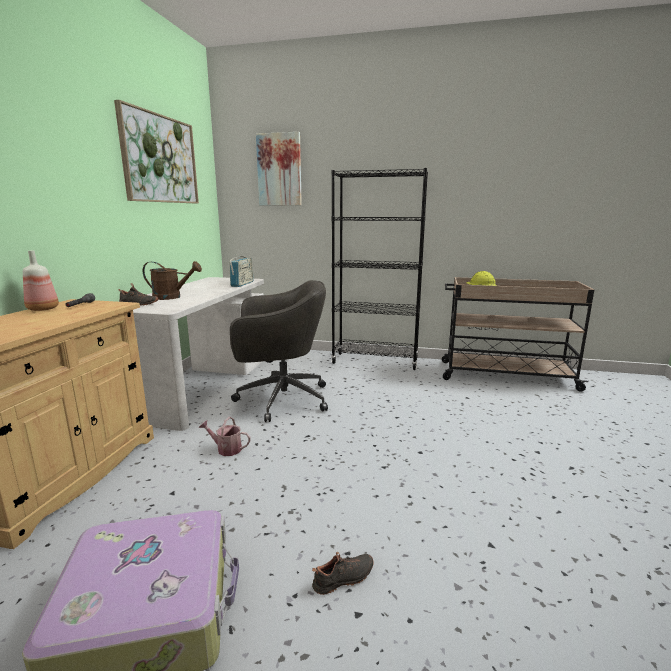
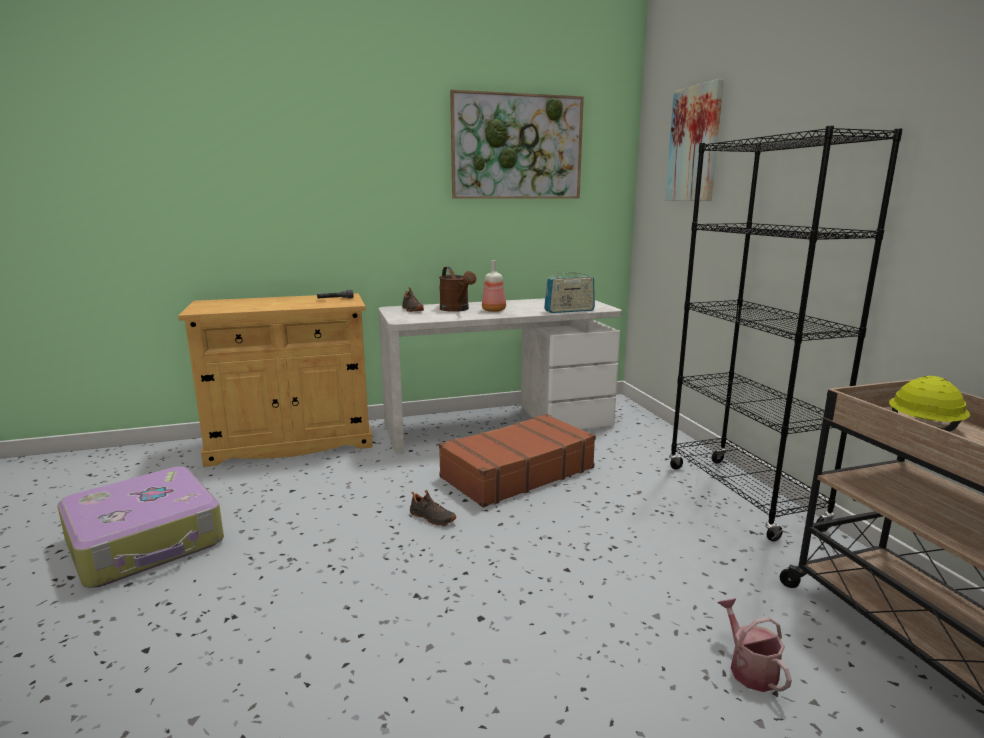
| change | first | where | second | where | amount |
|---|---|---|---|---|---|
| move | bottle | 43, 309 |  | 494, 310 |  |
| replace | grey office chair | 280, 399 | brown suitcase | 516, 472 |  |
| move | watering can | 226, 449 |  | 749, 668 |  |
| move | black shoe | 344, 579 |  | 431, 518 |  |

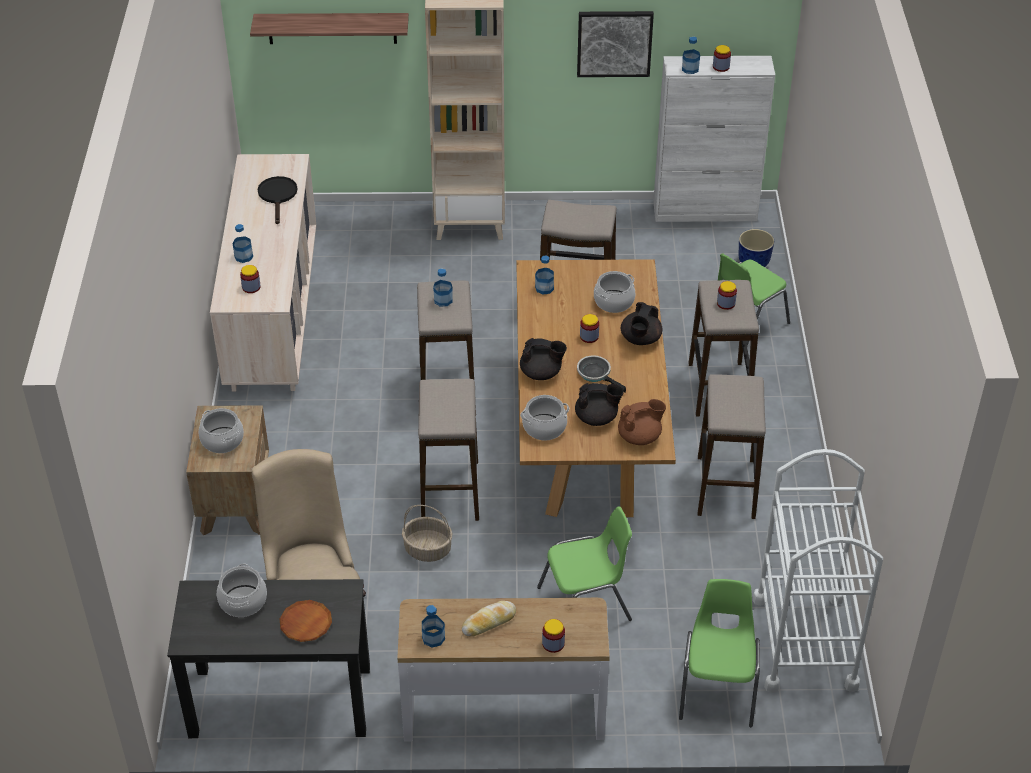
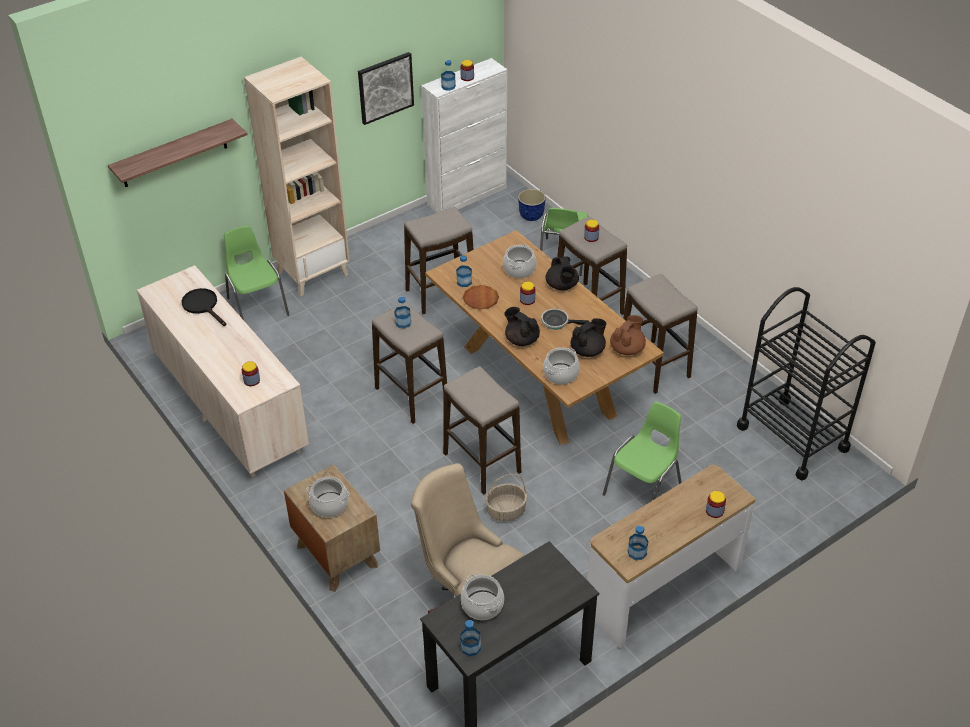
| change | first | where | second | where | amount |
|---|---|---|---|---|---|
| move | bottle | 243, 256 |  | 470, 647 |  |
| rotate | black teapot | 541, 373 |  | 521, 339 | 105 degrees counterclockwise |
| recolor | white cart | 804, 642 | black cart | 792, 437 |  |
| move | green chair | 718, 688 |  | 257, 306 |  |
| move | brown plate | 306, 623 |  | 480, 299 |  |
| delete | bread | 489, 622 |  |  |  |

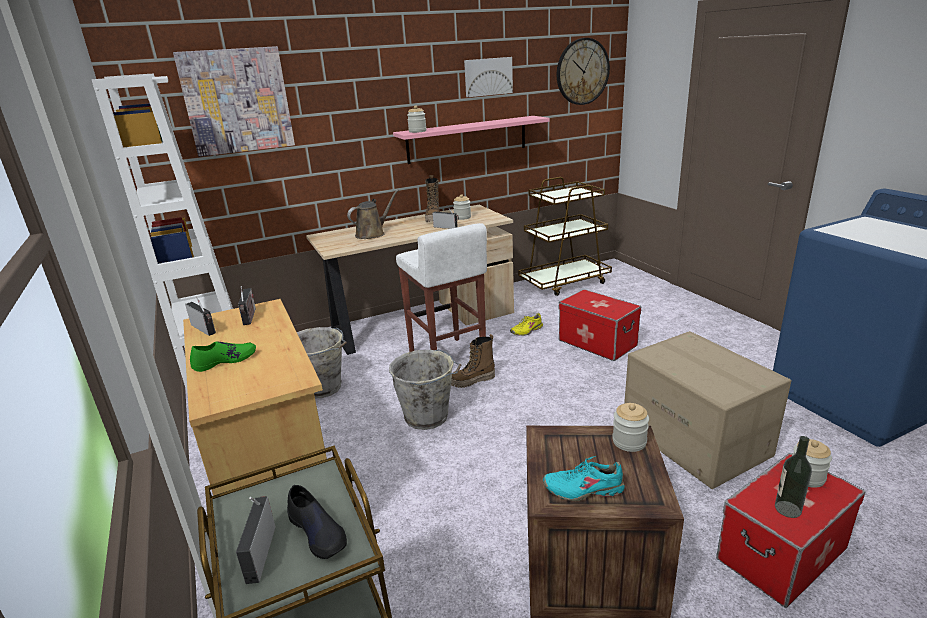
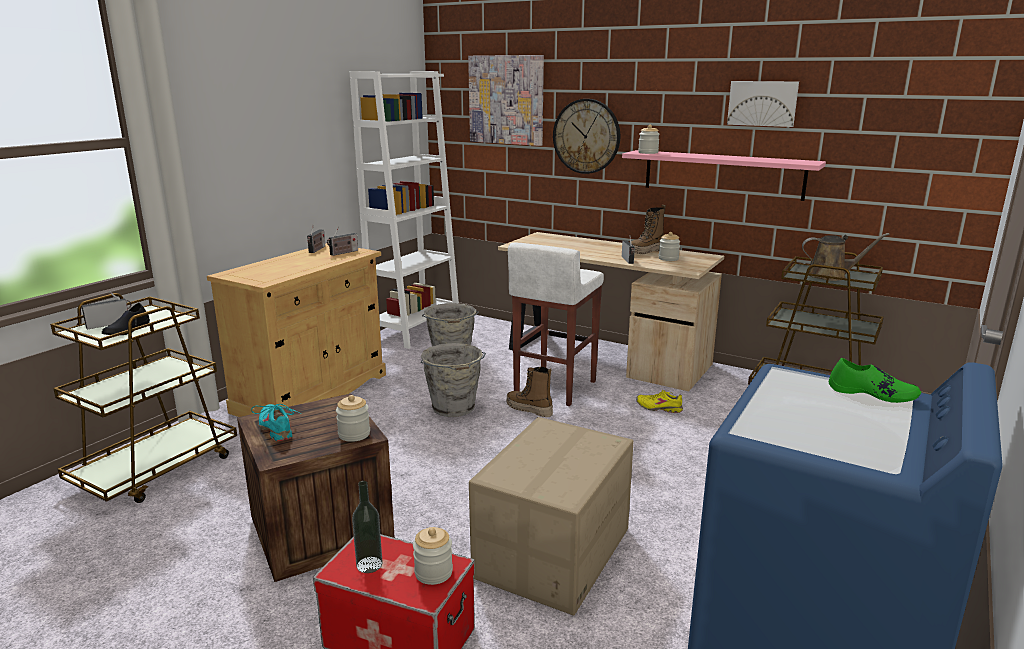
| change | first | where | second | where | amount |
|---|---|---|---|---|---|
| move | wall clock | 582, 71 |  | 586, 136 |  |
| move | brown watering can | 372, 234 |  | 831, 276 |  |
| delete | storage box | 597, 343 |  |  |  |
| move | green shoe | 225, 361 |  | 872, 393 |  |

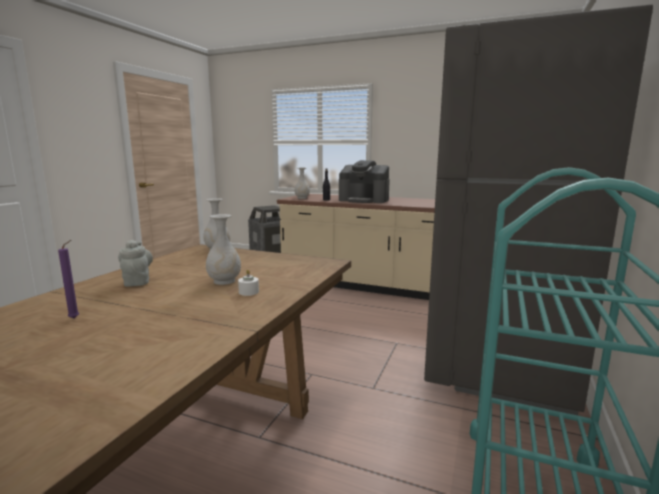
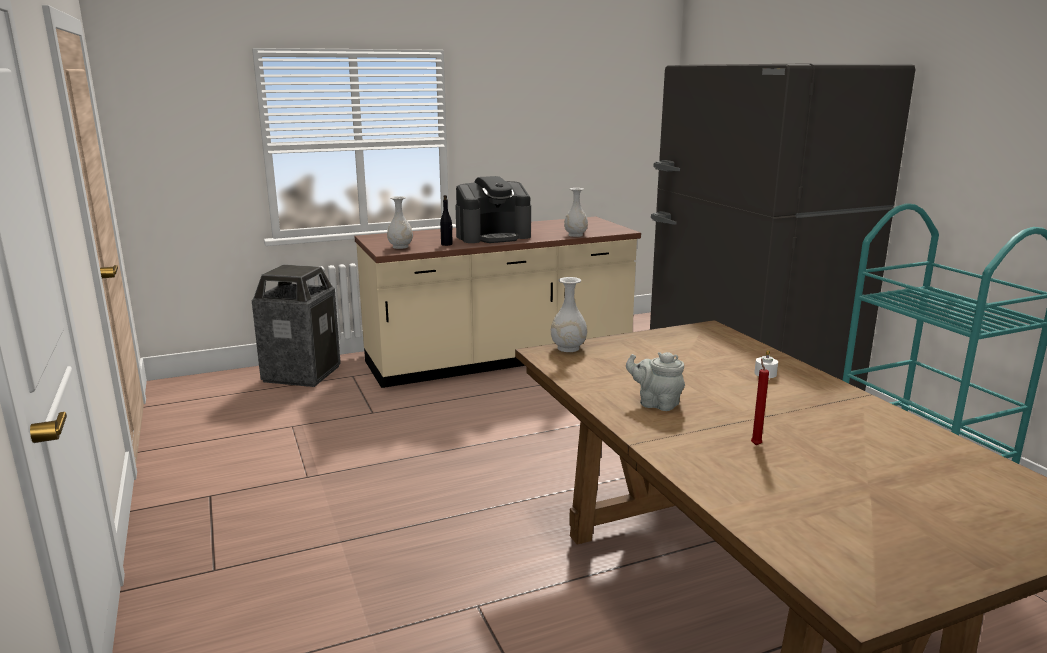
| change | first | where | second | where | amount |
|---|---|---|---|---|---|
| move | white vase | 225, 281 |  | 575, 235 |  |
| recolor | purple candle | 76, 318 | red candle | 755, 444 |  |

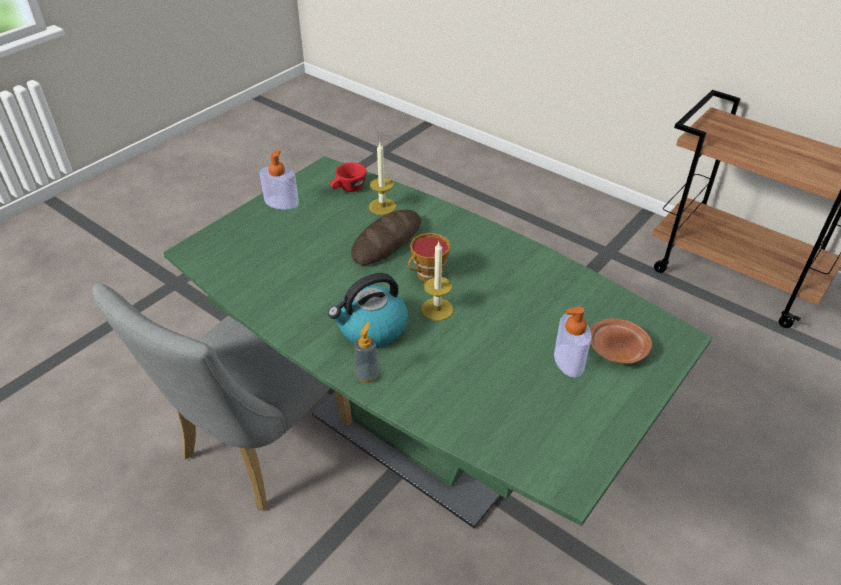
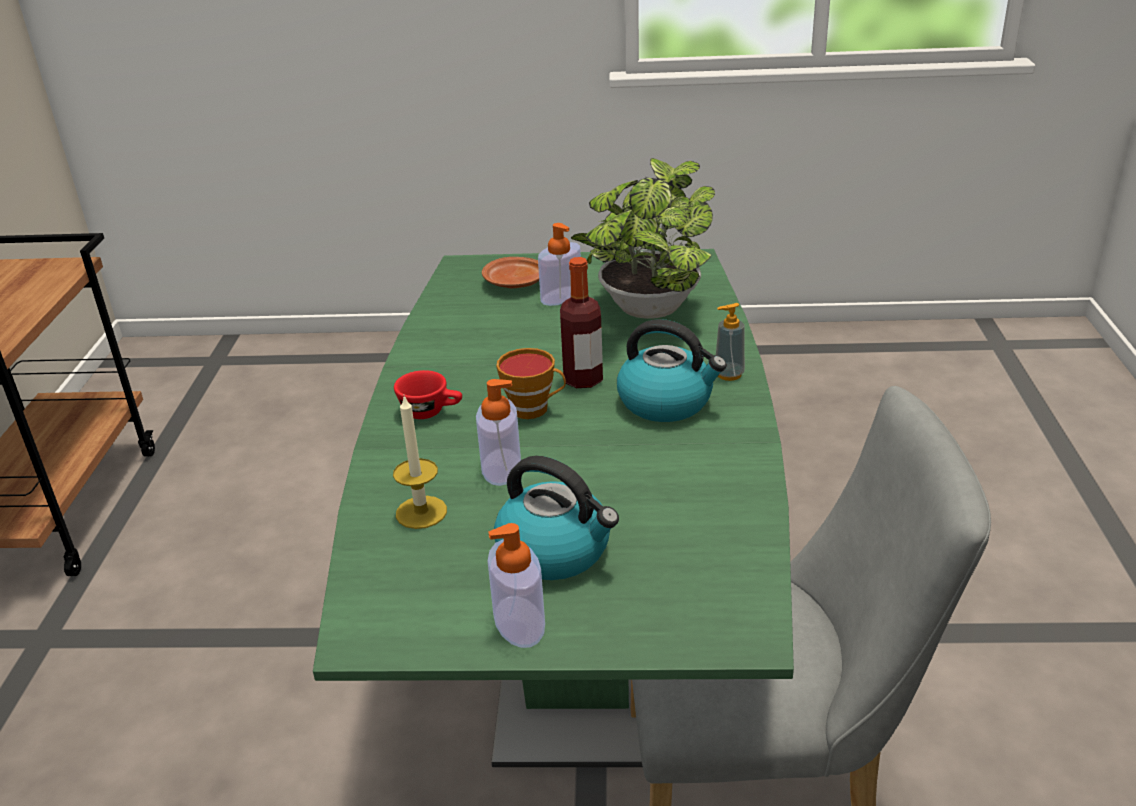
| change | first | where | second | where | amount |
|---|---|---|---|---|---|
| move | red cup | 348, 189 |  | 431, 411 |  |
| replace | bread | 387, 241 | soap dispenser | 501, 467 |  |
| replace | candle | 437, 309 | bottle | 583, 379 |  |
| insert |  |  | potted plant | 646, 312 |  |
| insert |  |  | kettle | 556, 550 |  |

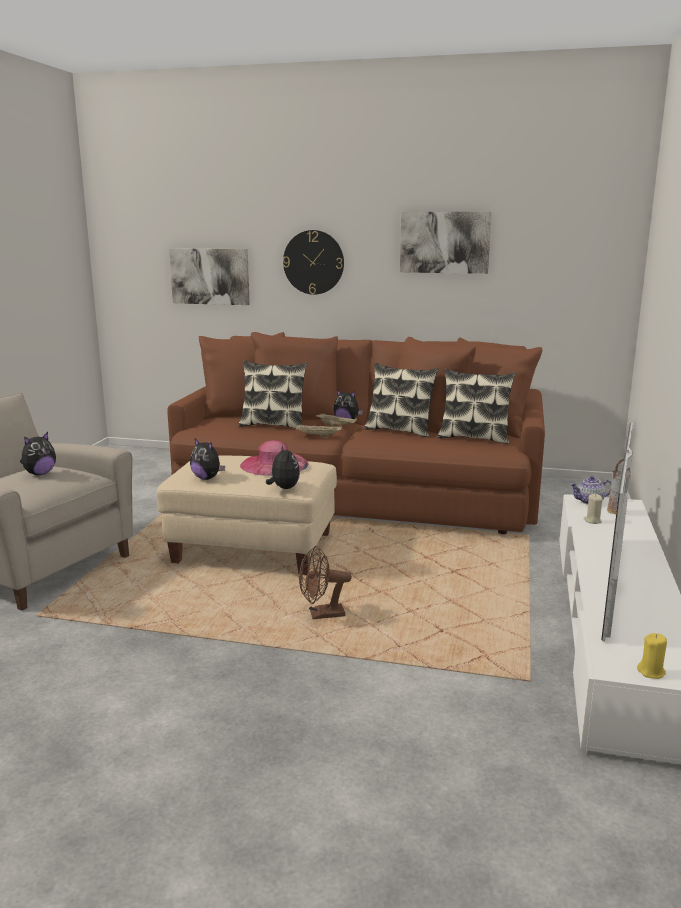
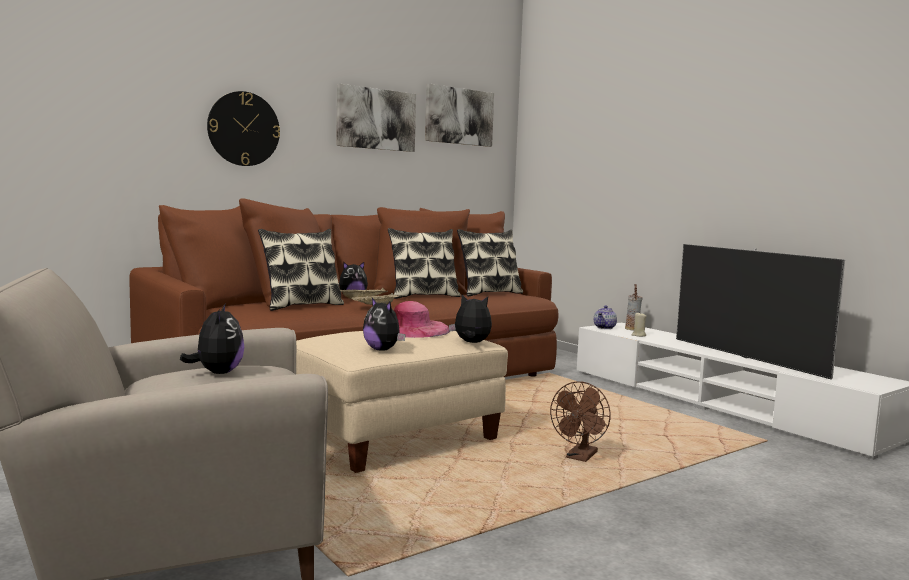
| change | first | where | second | where | amount |
|---|---|---|---|---|---|
| move | picture | 210, 276 |  | 459, 116 |  |
| rotate | plush toy | 207, 478 |  | 383, 350 | 60 degrees clockwise |
| delete | yellow candle | 651, 672 |  |  |  |

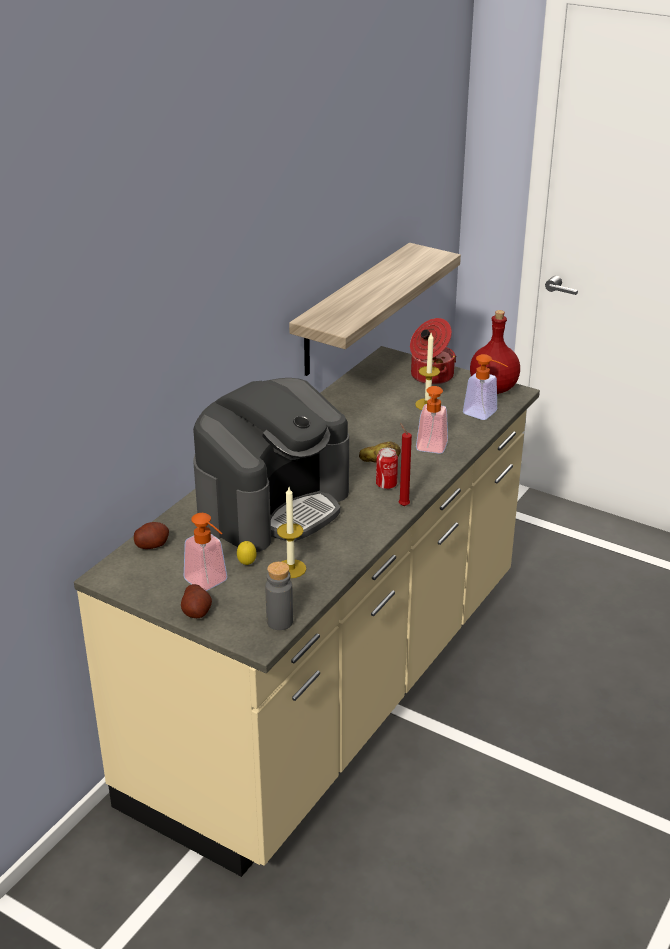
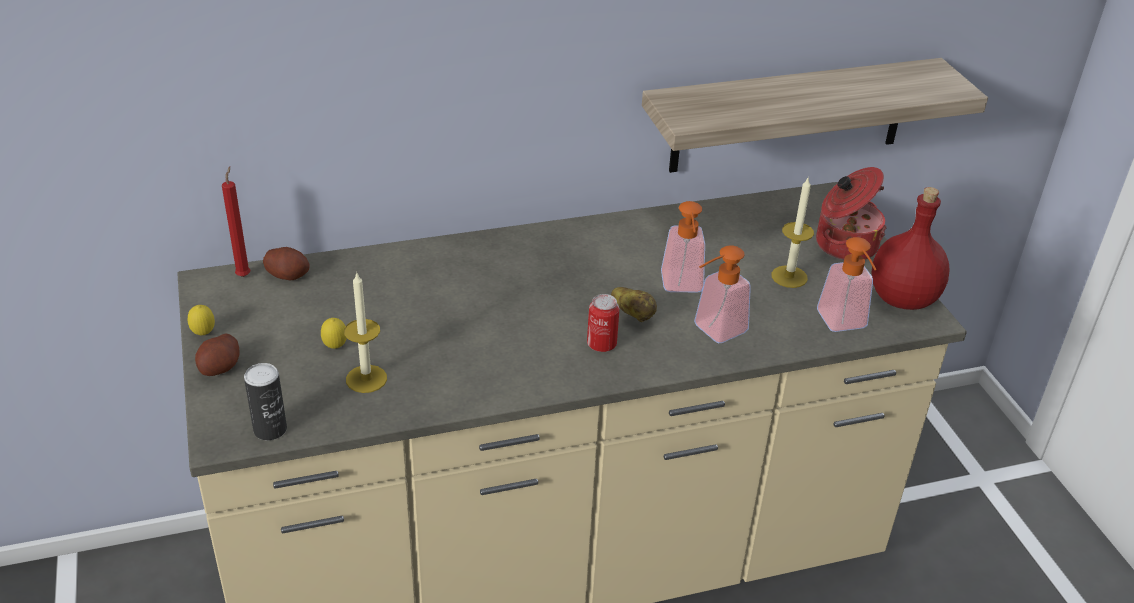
| change | first | where | second | where | amount |
|---|---|---|---|---|---|
| delete | coffee machine | 273, 505 |  |  |  |
| move | red candle | 402, 505 |  | 244, 275 |  |
| move | soap dispenser | 210, 583 |  | 682, 287 |  |
| replace | grey bottle | 280, 622 | can | 270, 429 |  |
| insert |  |  | lemon | 203, 334 |  |

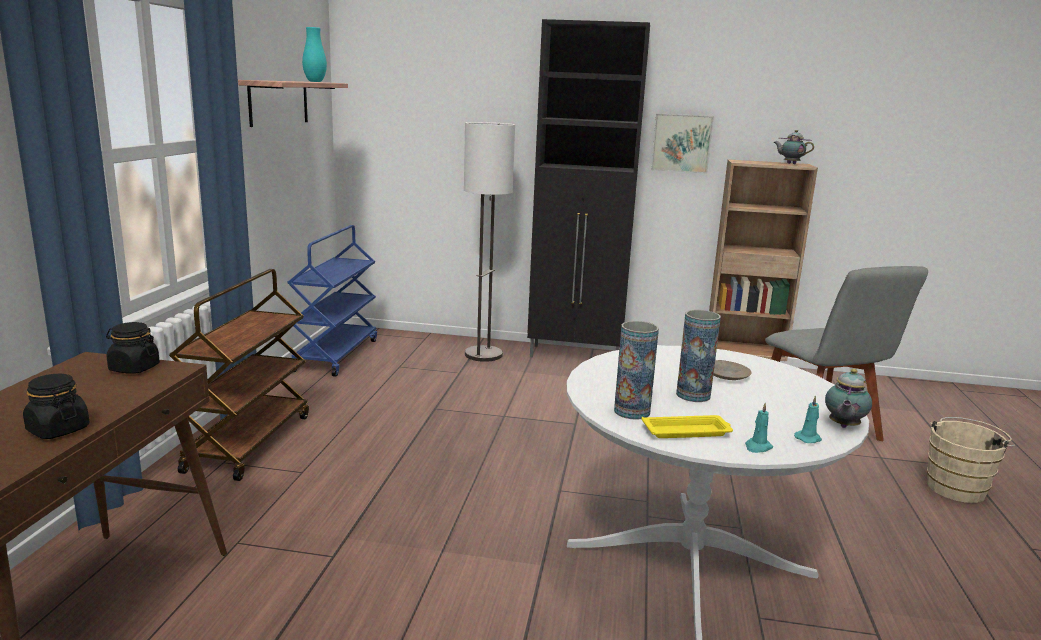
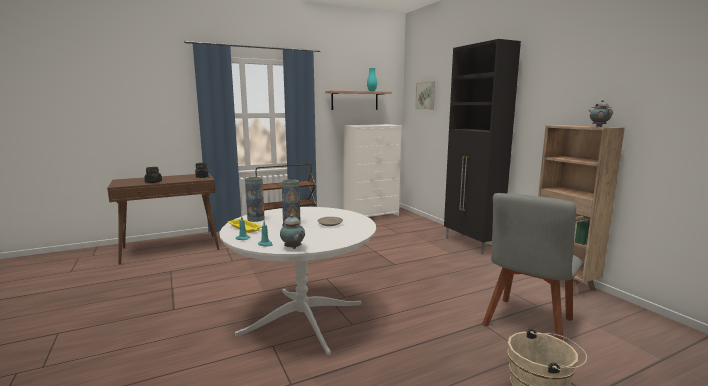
| change | first | where | second | where | amount |
|---|---|---|---|---|---|
| move | picture | 681, 143 |  | 426, 96 |  |
| delete | floor lamp | 483, 354 |  |  |  |
| replace | blue cart | 336, 355 | white dresser | 371, 215 |  |
| rotate | teapot | 843, 426 |  | 293, 248 | 120 degrees counterclockwise |

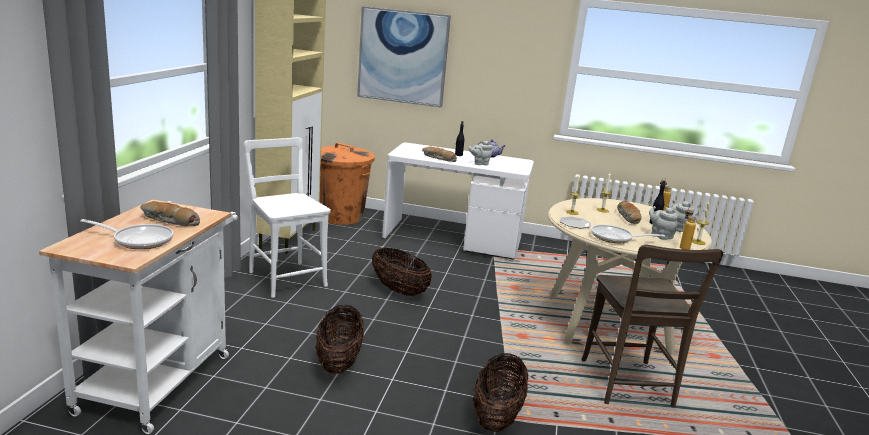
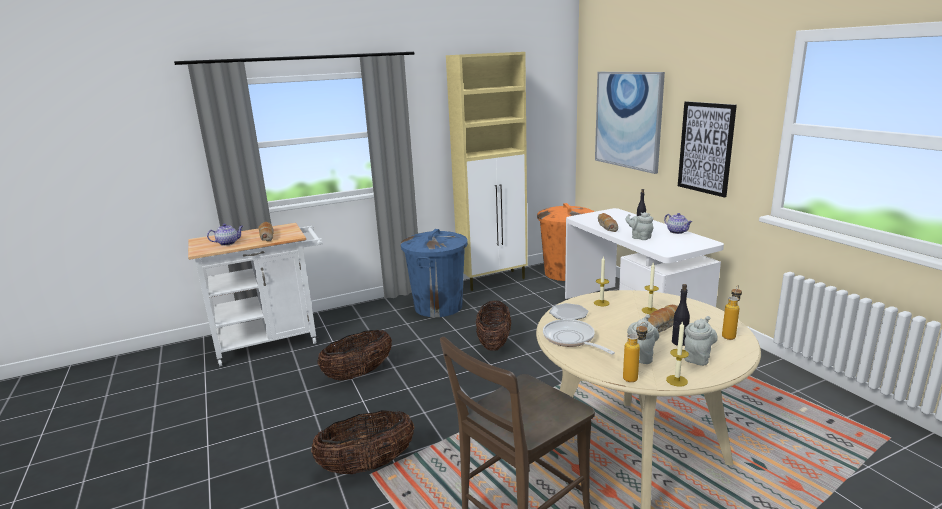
| change | first | where | second | where | amount |
|---|---|---|---|---|---|
| replace | white chair | 285, 277 | blue trash can | 438, 306 |  |
| replace | frying pan | 139, 240 | teapot | 228, 243 |  |
| insert |  |  | picture | 705, 148 |  |

